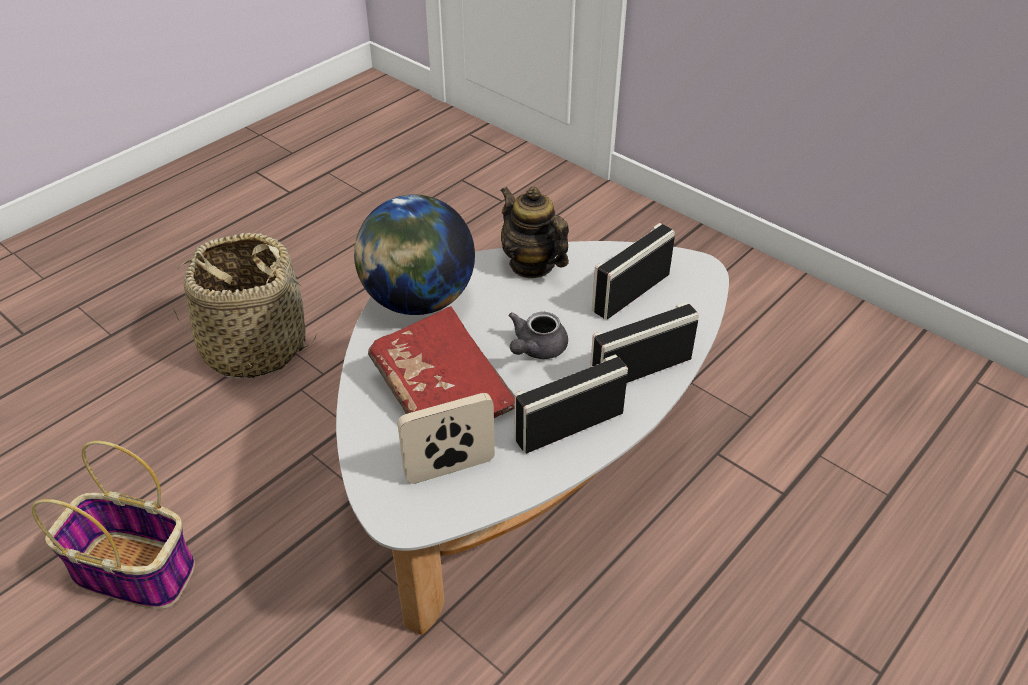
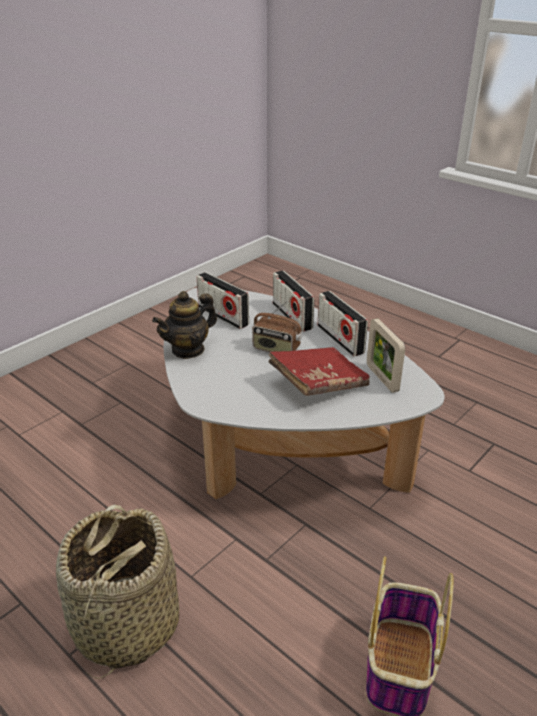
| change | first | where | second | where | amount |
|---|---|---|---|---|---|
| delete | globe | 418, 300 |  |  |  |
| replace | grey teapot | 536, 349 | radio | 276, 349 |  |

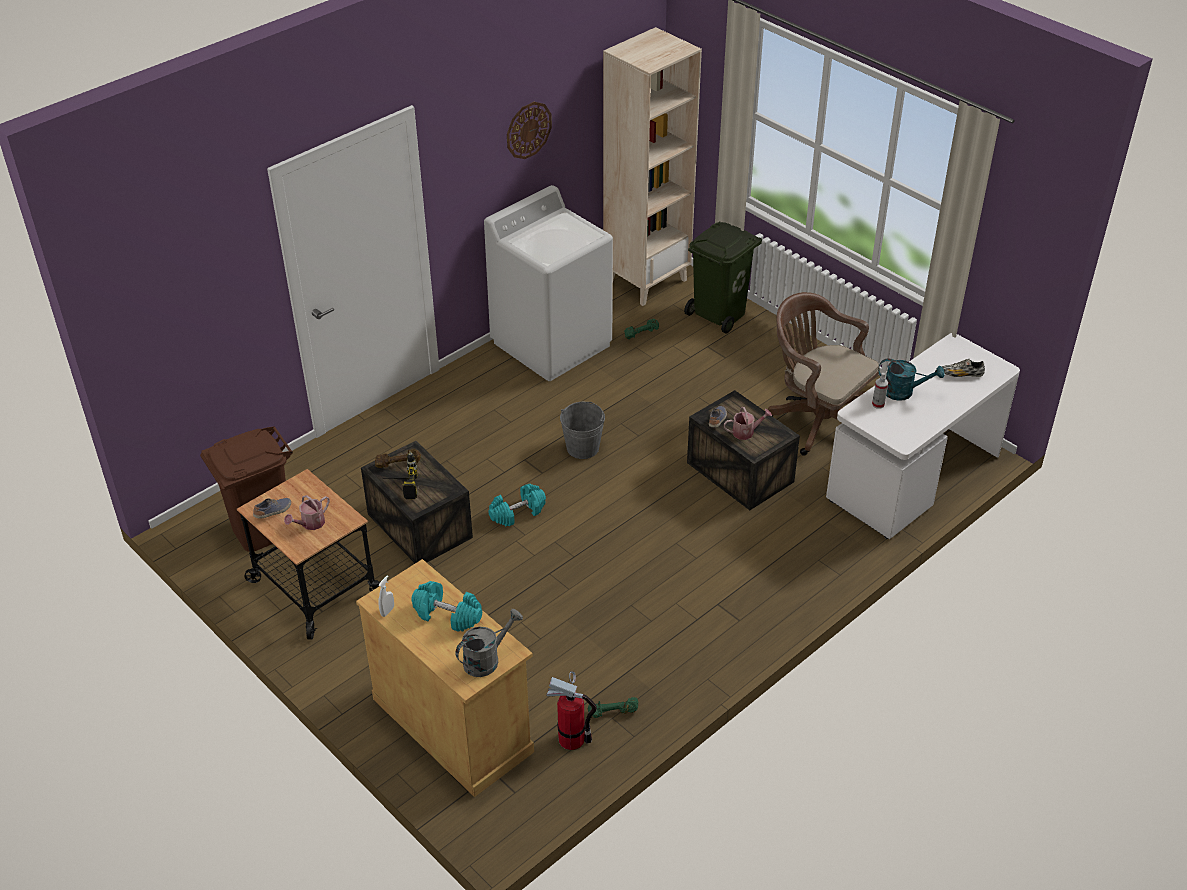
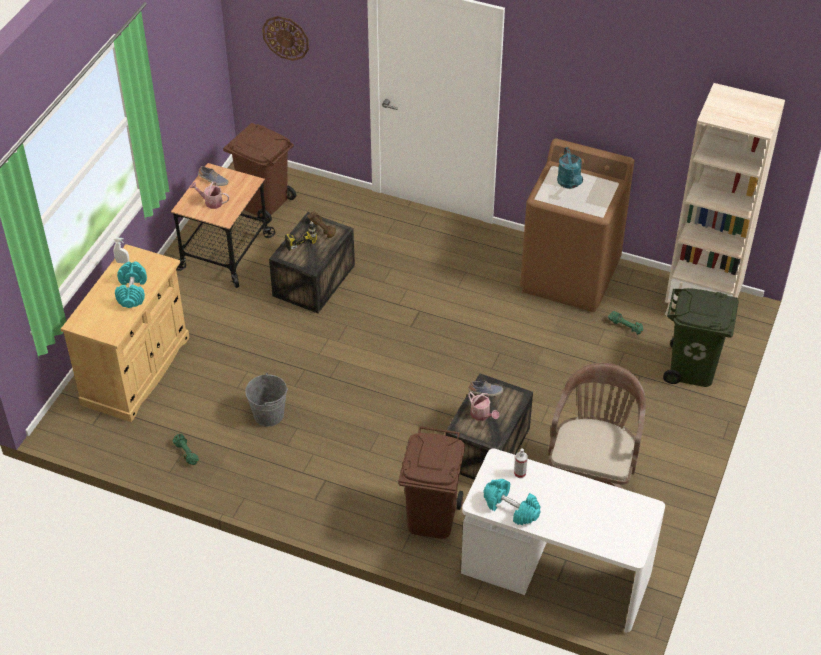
| change | first | where | second | where | amount |
|---|---|---|---|---|---|
| move | wall clock | 528, 130 |  | 286, 37 |  |
| recolor | white washing machine | 552, 343 | brown washing machine | 570, 276 |  |
| move | turquoise watering can | 904, 392 |  | 570, 184 |  |
| delete | shoe | 961, 374 |  |  |  |
| move | grey bucket | 582, 448 |  | 268, 414 |  |
| move | turquoise dumbbell | 517, 513 |  | 510, 508 |  |
| delete | grey watering can | 487, 659 |  |  |  |
| delete | fire extinguisher | 572, 739 |  |  |  |
| insert |  |  | brown trash can | 430, 517 |  |

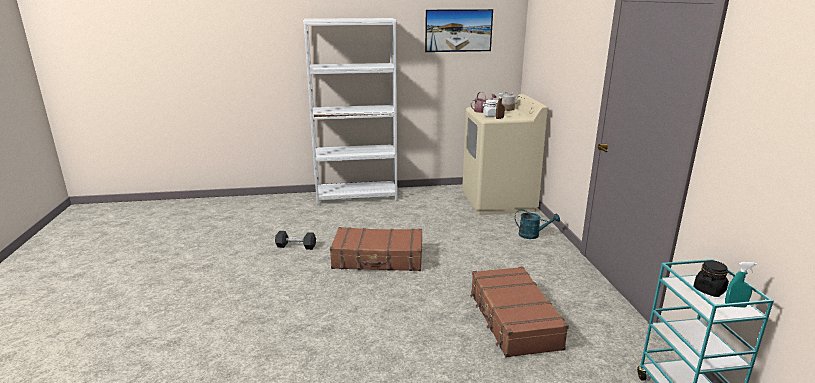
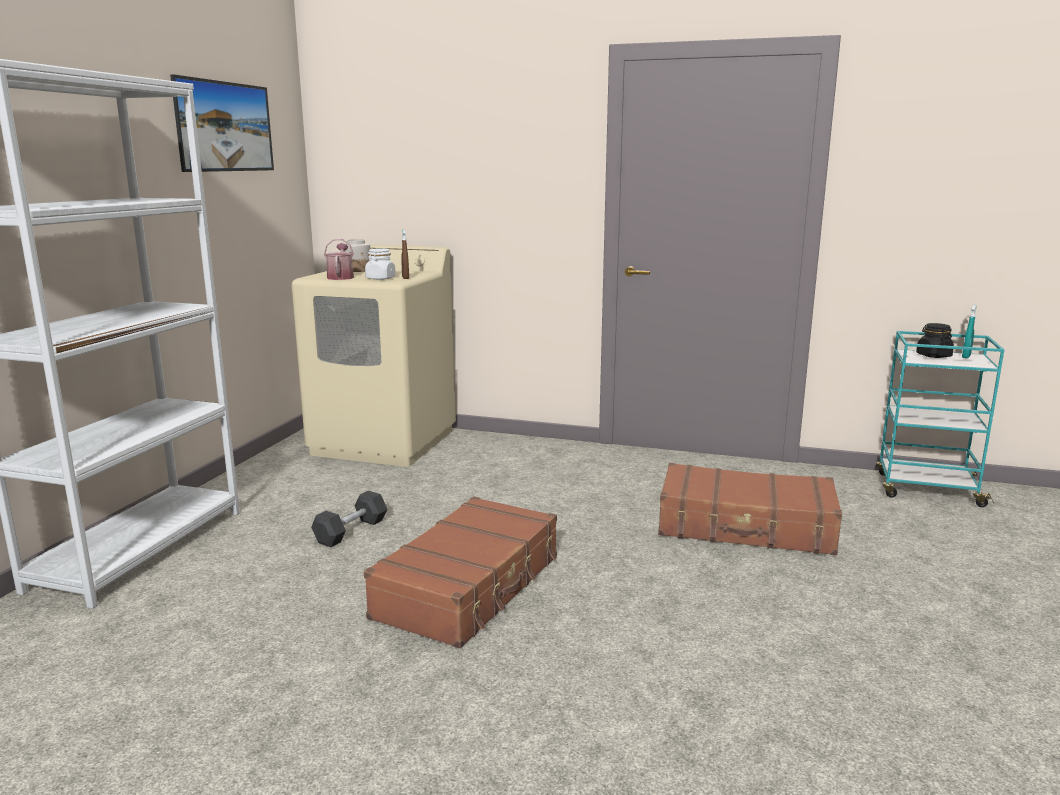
| change | first | where | second | where | amount |
|---|---|---|---|---|---|
| delete | turquoise watering can | 533, 235 |  |  |  |
| move | grey dumbbell | 296, 246 |  | 351, 531 |  |

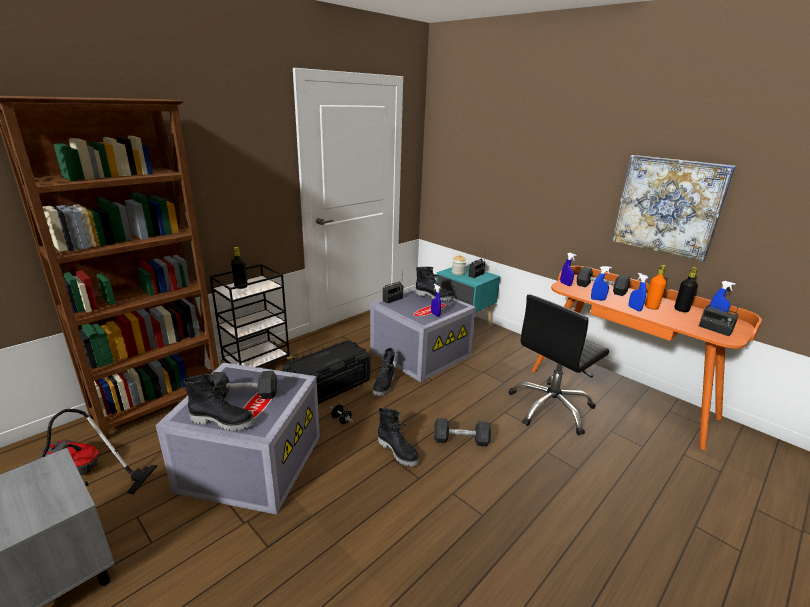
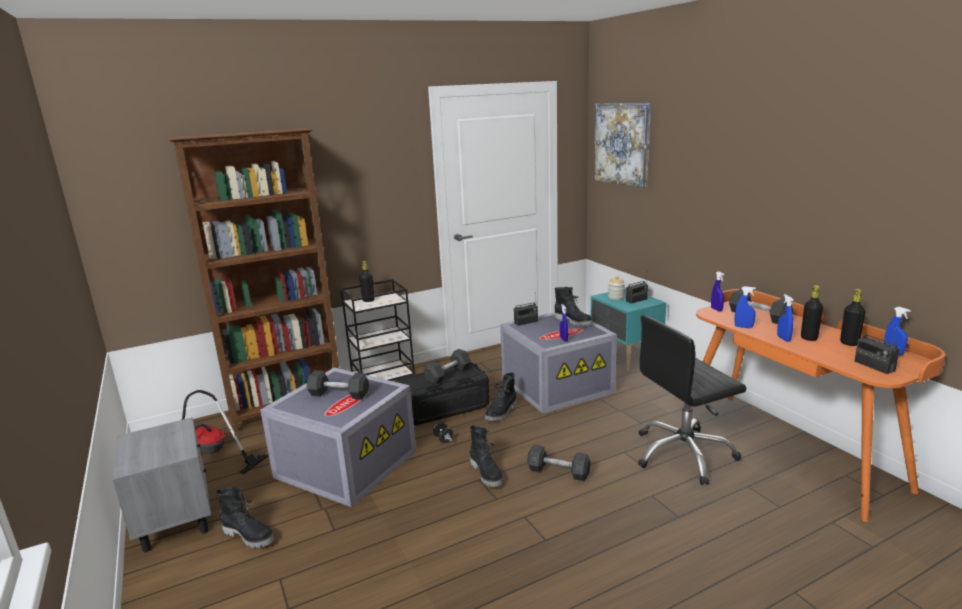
| change | first | where | second | where | amount |
|---|---|---|---|---|---|
| move | picture | 668, 206 |  | 622, 144 |  |
| recolor | orange bottle | 651, 307 | black bottle | 809, 338 |  |
| move | black boot | 223, 421 |  | 249, 535 |  |
| insert |  |  | grey dumbbell | 448, 374 |  |

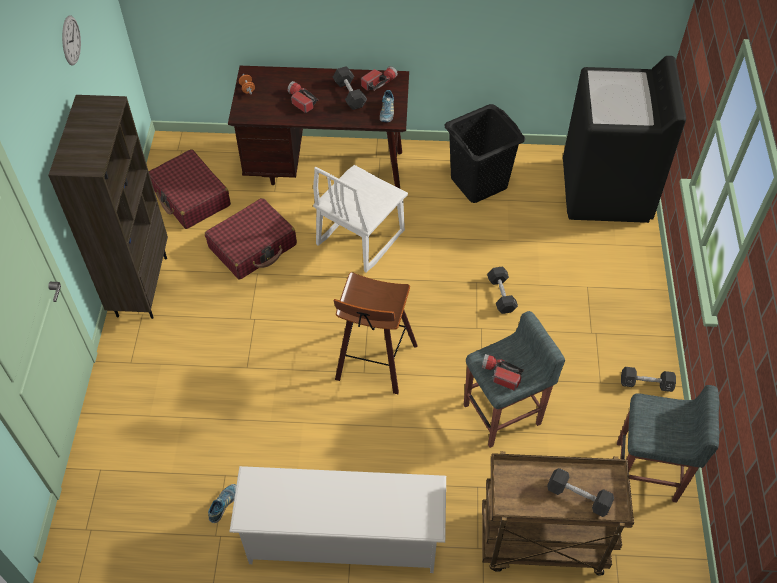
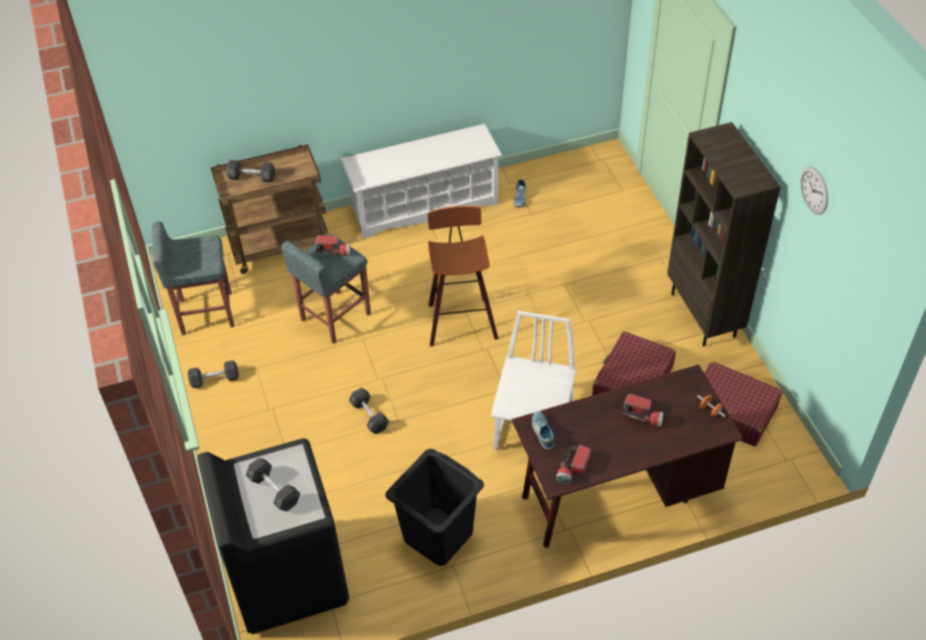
| change | first | where | second | where | amount |
|---|---|---|---|---|---|
| move | black dumbbell | 350, 94 |  | 274, 490 |  |

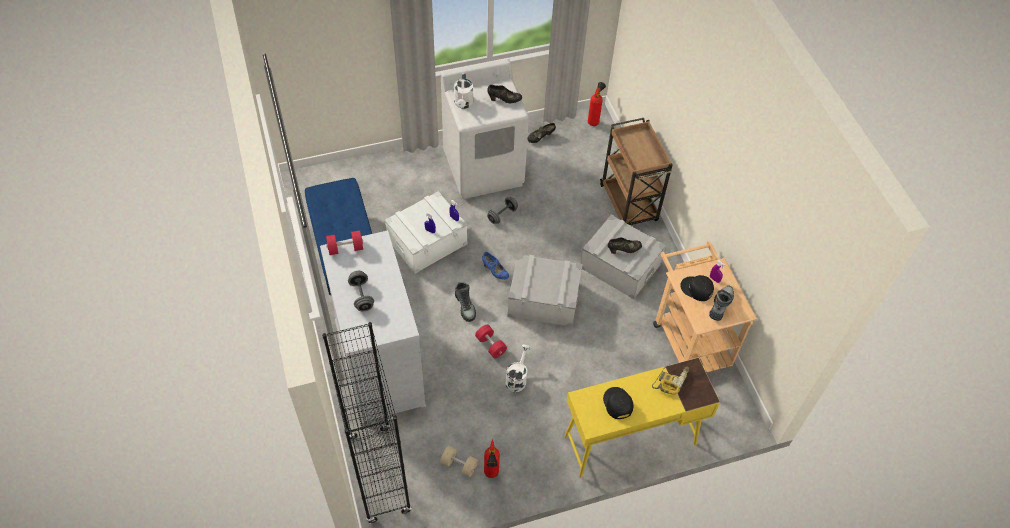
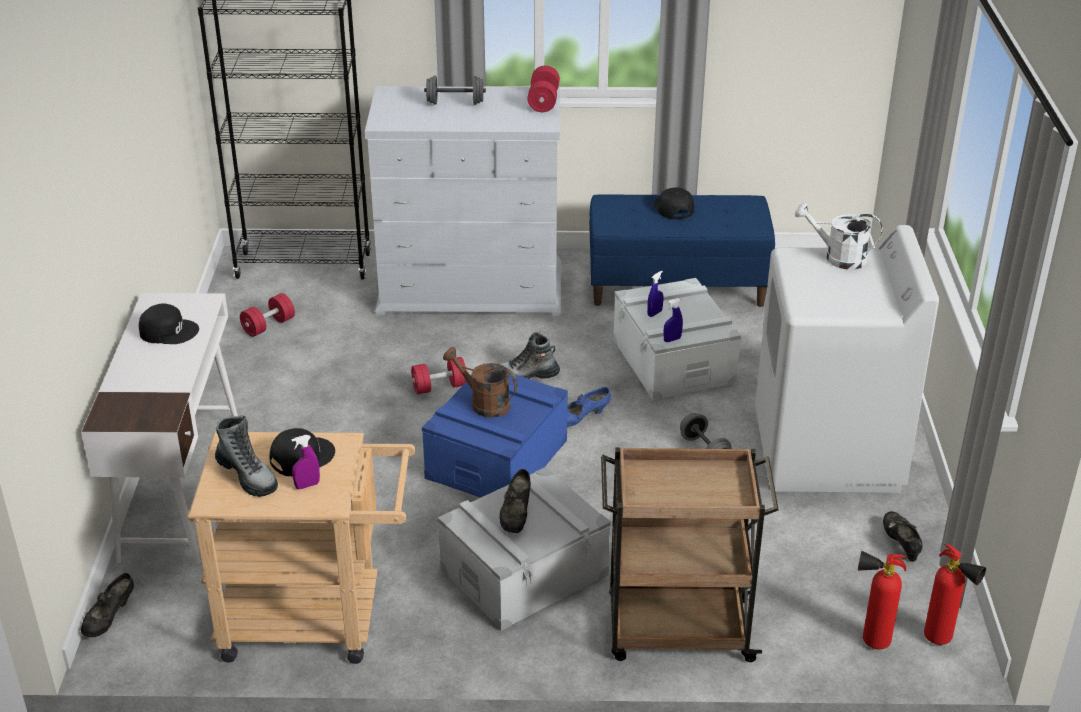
| change | first | where | second | where | amount |
|---|---|---|---|---|---|
| move | black shoe | 504, 100 |  | 110, 619 |  |
| recolor | grey storage box | 543, 299 | blue storage box | 497, 459 |  |
| delete | white watering can | 517, 378 |  |  |  |
| recolor | yellow desk | 629, 440 | white desk | 181, 489 |  |
| delete | power drill | 670, 380 |  |  |  |
| move | fire extinguisher | 491, 475 |  | 869, 640 |  |
| recolor | beige dumbbell | 459, 465 | red dumbbell | 268, 326 |  |
| insert |  |  | black cap | 673, 208 |  |
| insert |  |  | brown watering can | 484, 403 |  |

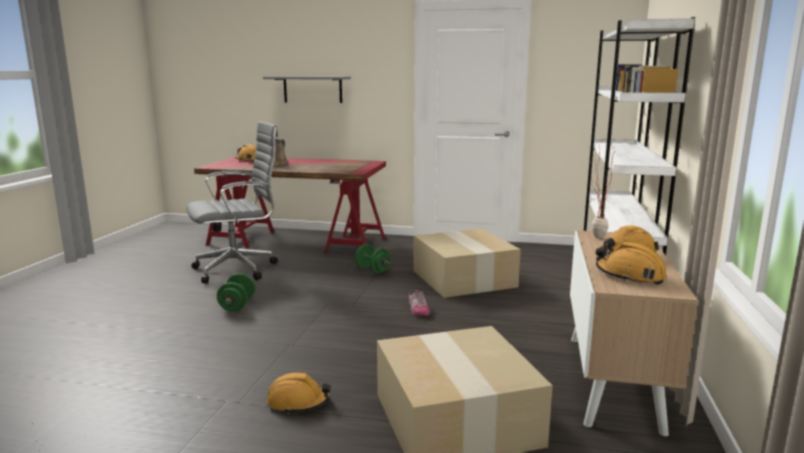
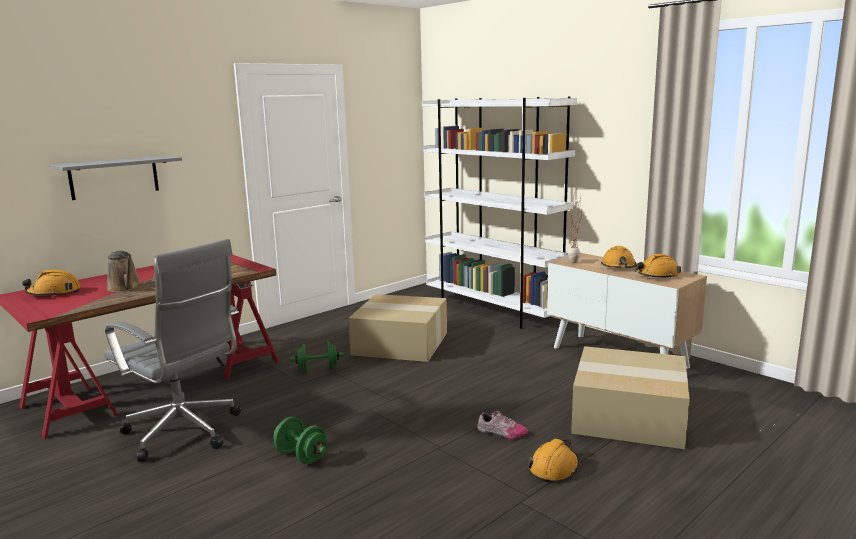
| change | first | where | second | where | amount |
|---|---|---|---|---|---|
| rotate | grey office chair | 239, 269 |  | 186, 433 | 120 degrees clockwise |
| move | shoe | 418, 310 |  | 501, 433 |  |

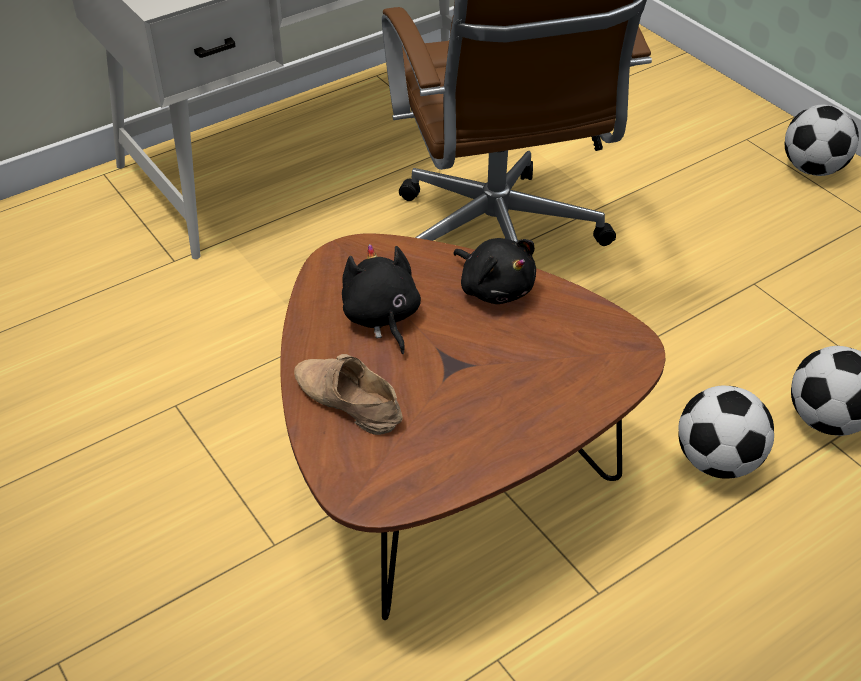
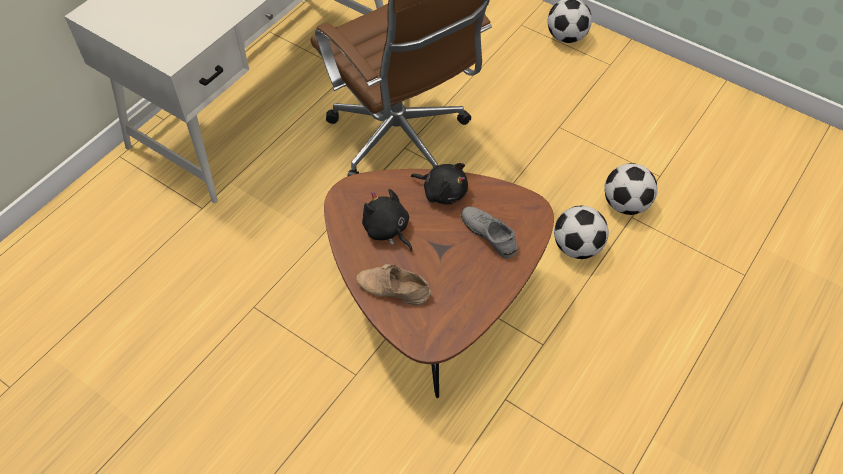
| change | first | where | second | where | amount |
|---|---|---|---|---|---|
| insert |  |  | grey shoe | 488, 234 |  |

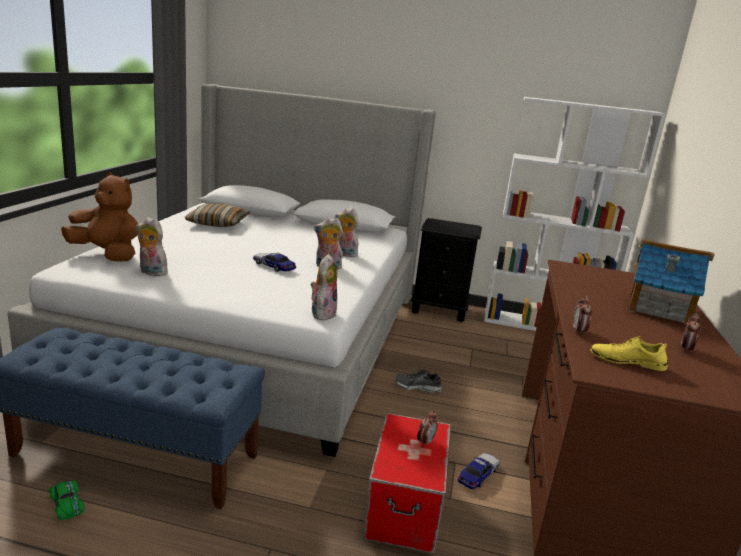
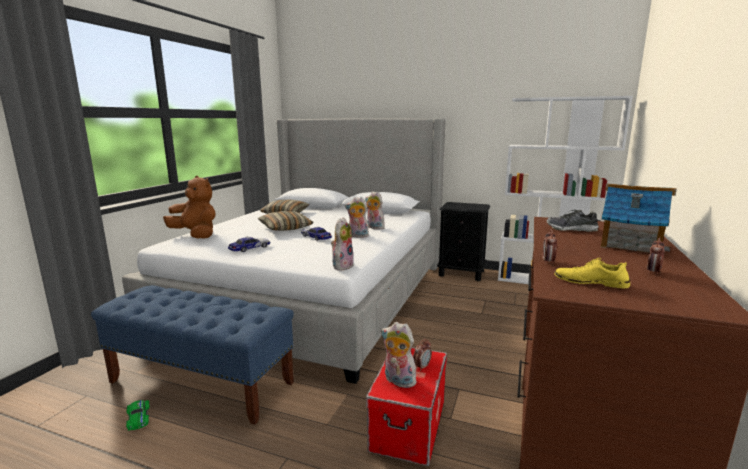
| change | first | where | second | where | amount |
|---|---|---|---|---|---|
| move | plush toy | 151, 272 |  | 398, 381 |  |
| move | shoe | 417, 387 |  | 571, 229 |  |
| move | toy car | 478, 475 |  | 250, 248 |  |
| insert |  |  | pillow | 285, 228 |  |

